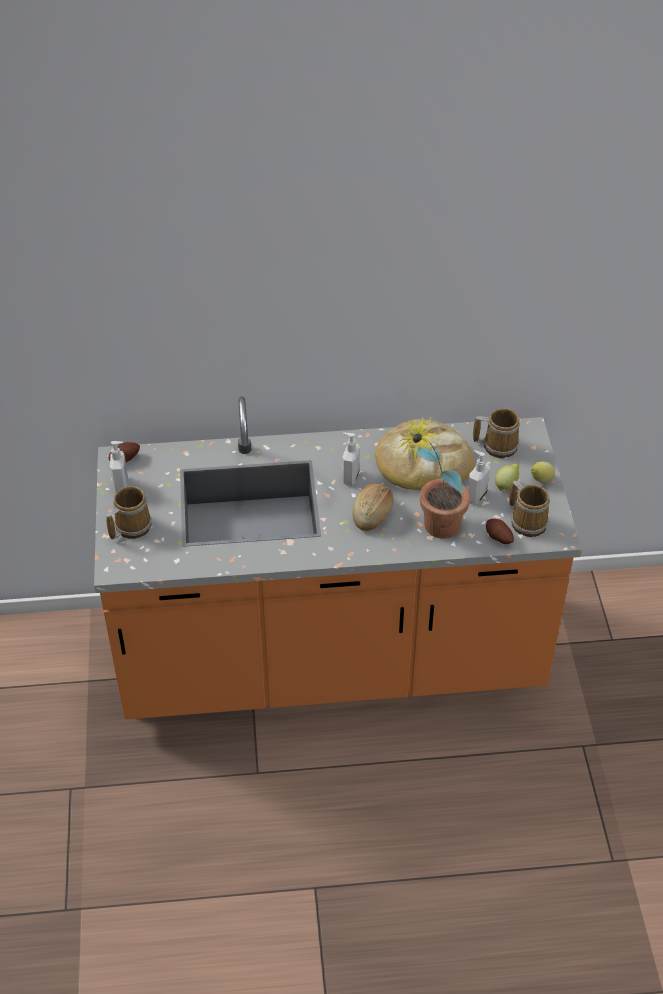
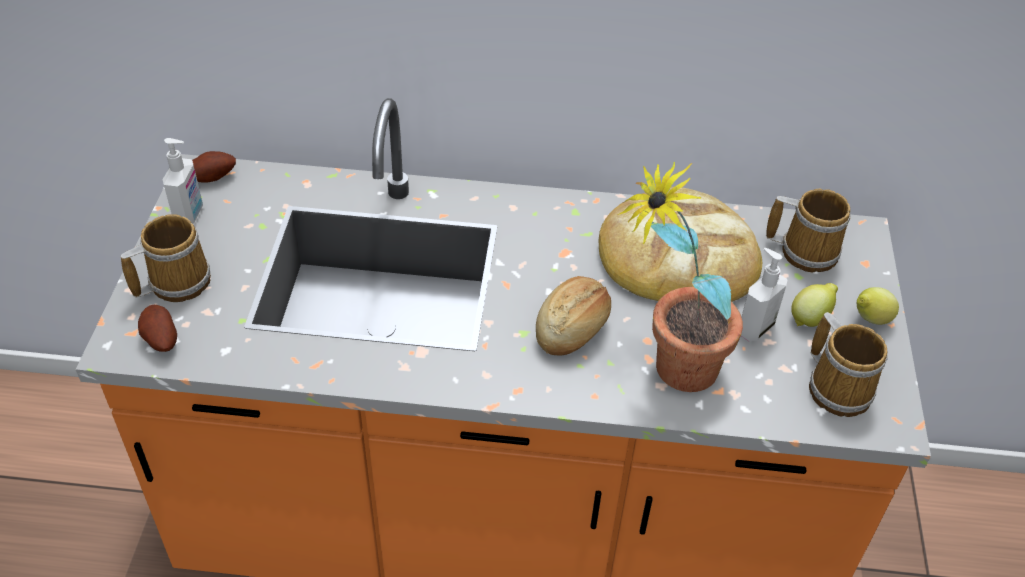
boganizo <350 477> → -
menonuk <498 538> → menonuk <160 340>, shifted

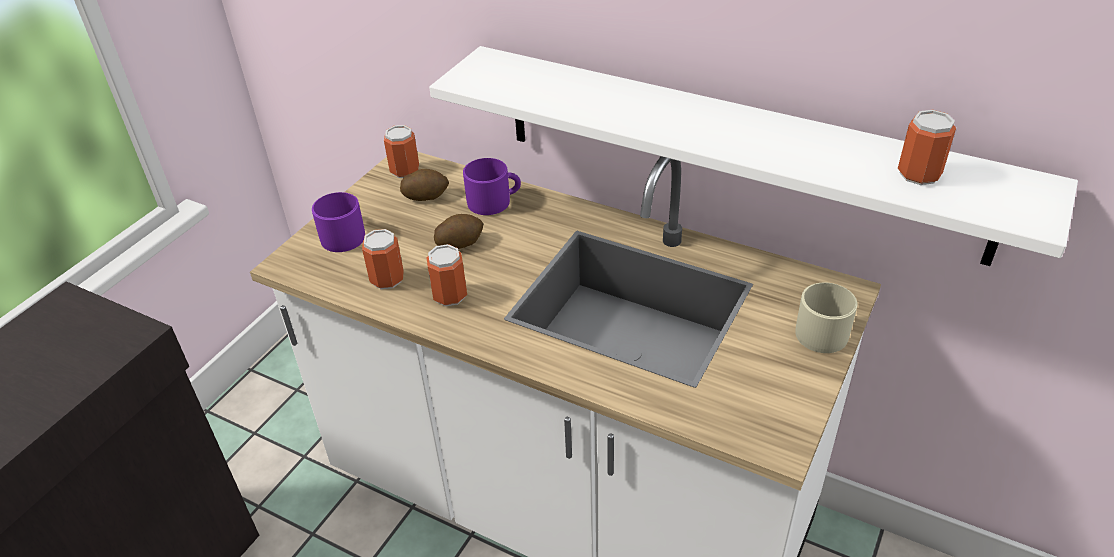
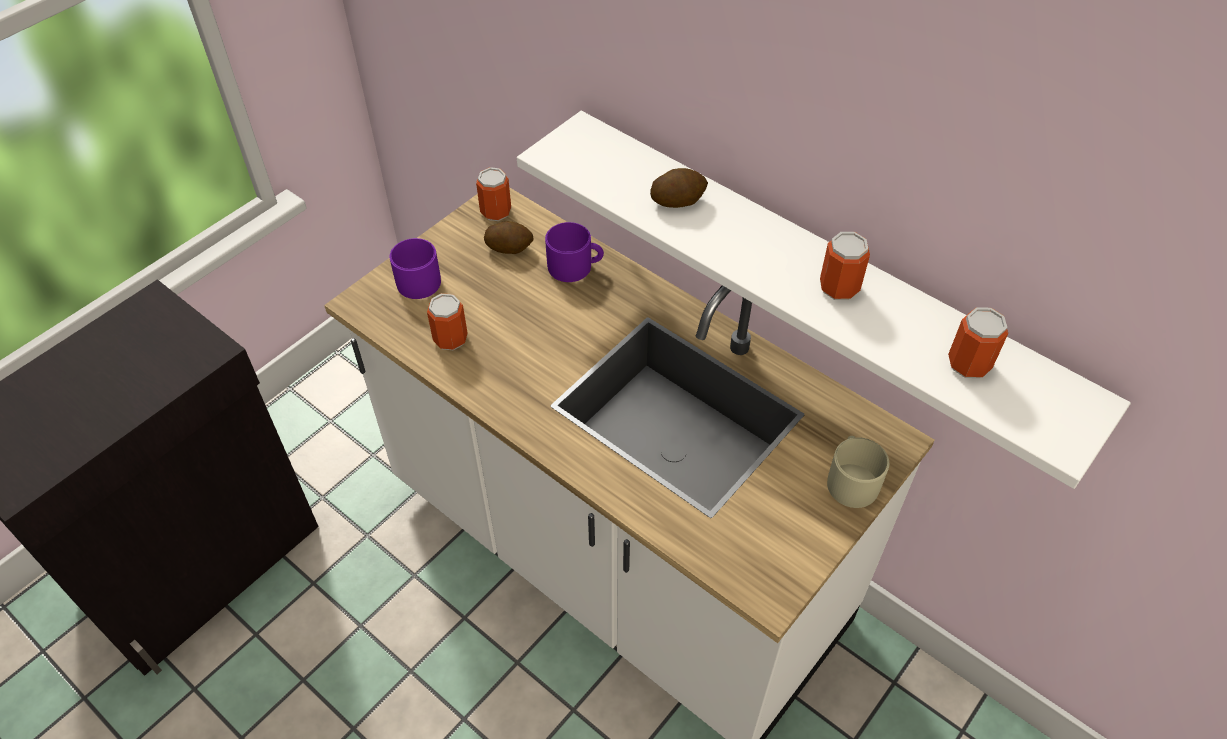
menonuk <460 243> → menonuk <678 200>, shifted
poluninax <450 295> → poluninax <839 287>, shifted

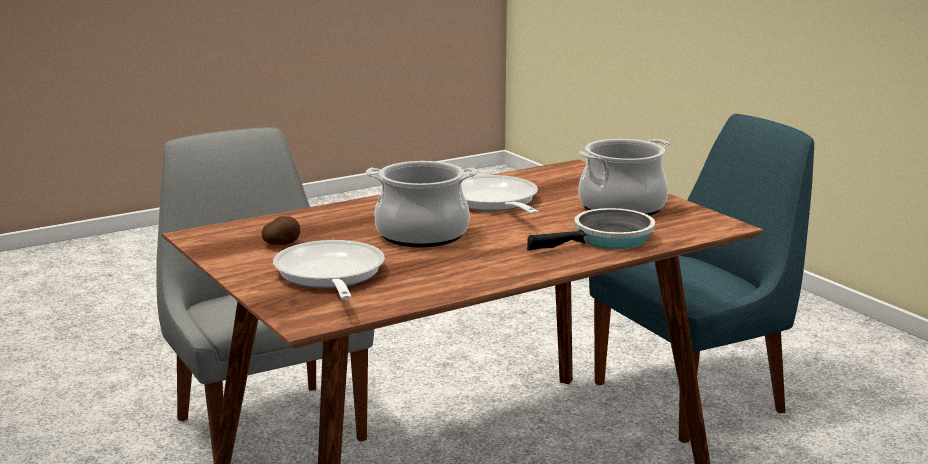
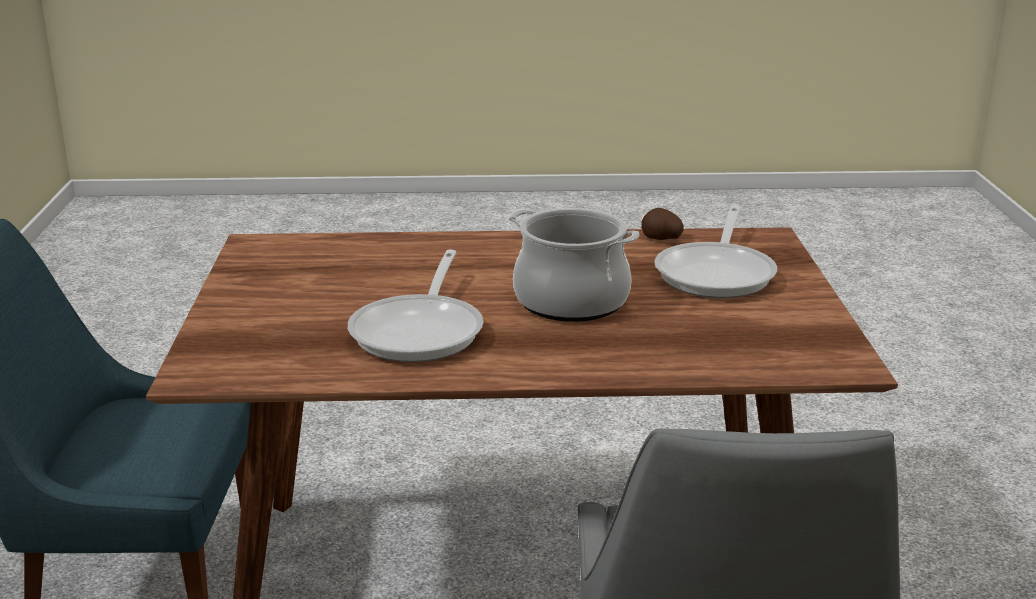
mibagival <622 207> → -
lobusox <607 239> → -
menonuk <282 244> → menonuk <661 239>, shifted

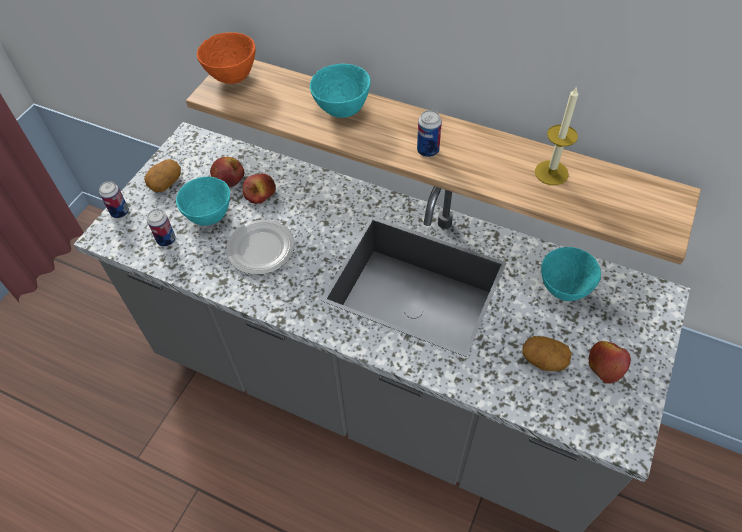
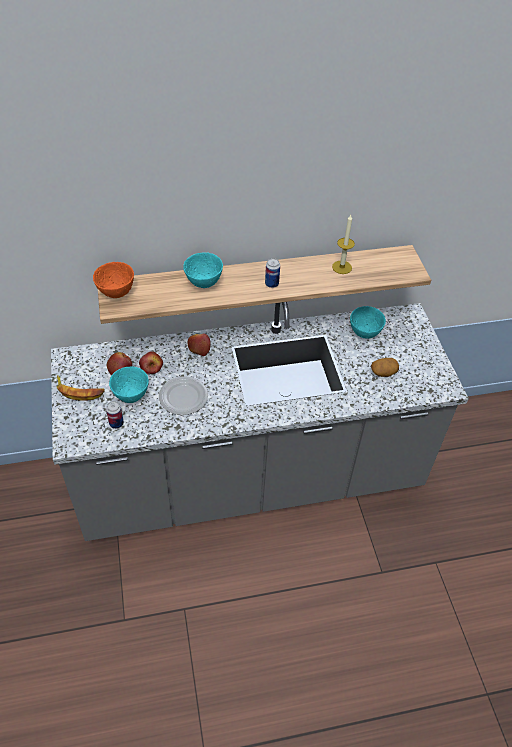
menonuk <166 182> → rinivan <79 391>
poluninax <120 212> → -
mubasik <606 364> → mubasik <199 347>, shifted

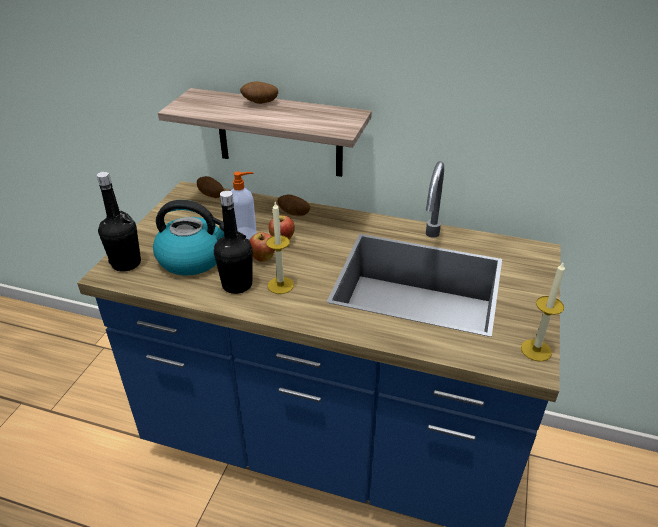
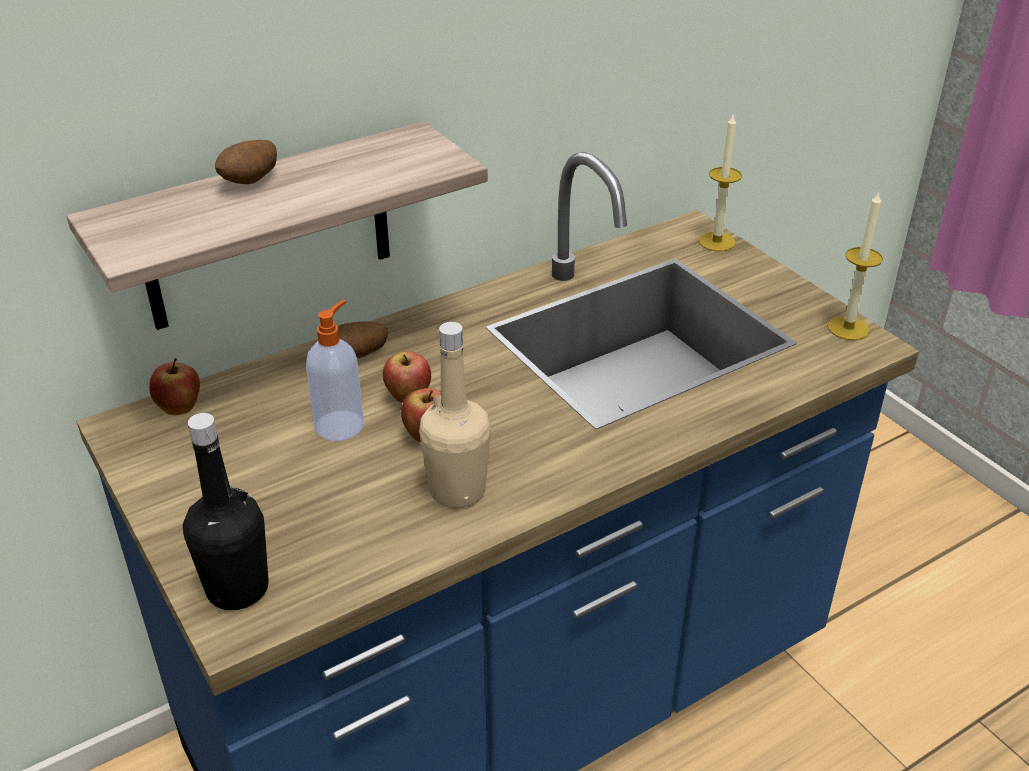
menonuk <211 196> → mubasik <180 409>
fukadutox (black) <237 285> → fukadutox (beige) <457 490>
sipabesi <193 258> → -
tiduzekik <280 285> → tiduzekik <717 242>, shifted

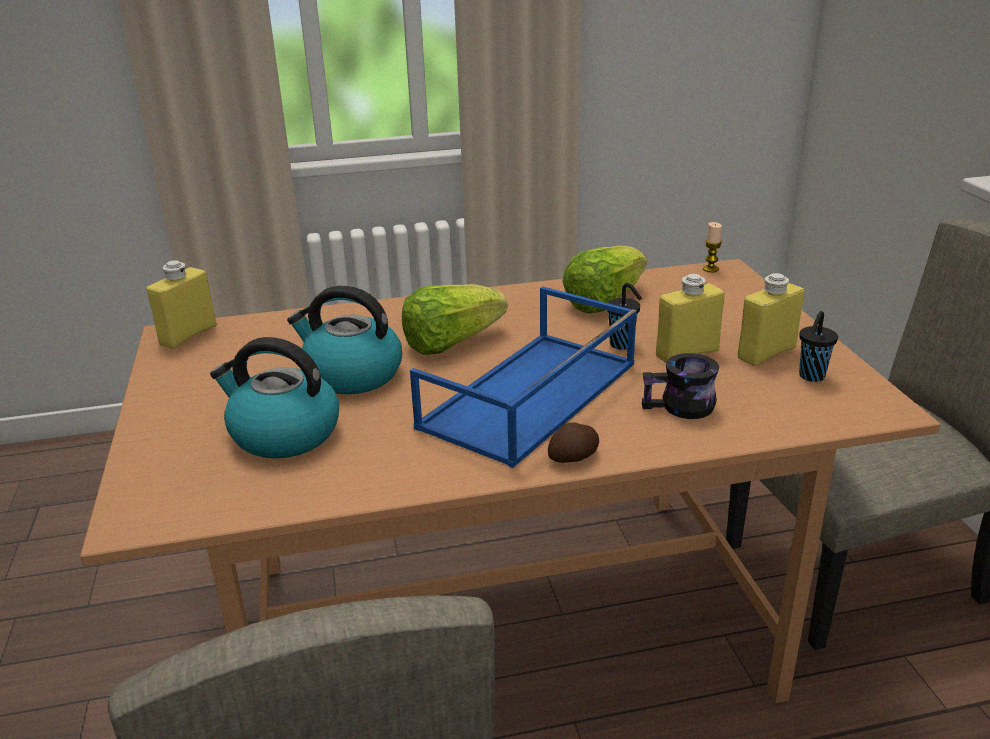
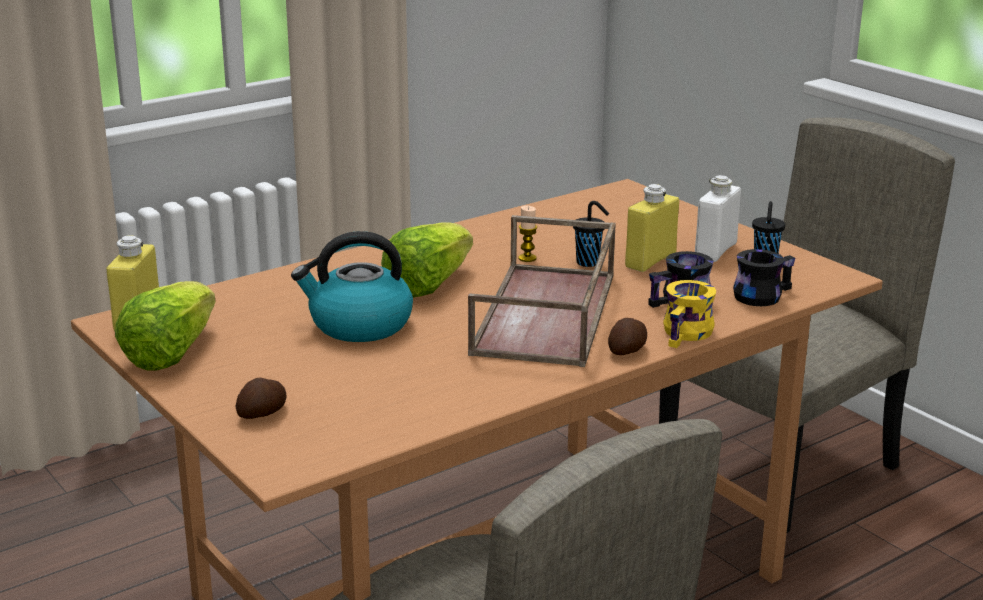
tiduzekik <710 269> → tiduzekik <527 258>, shifted
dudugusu <604 302> → dudugusu <170 353>, shifted
fukadutox (yellow) <766 353> → fukadutox (white) <715 251>
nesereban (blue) <530 397> → nesereban (brown) <547 315>
sipabesi <283 434> → -
- → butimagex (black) <760 294>
- → butimagex (yellow) <689 335>
- → menonuk <263 413>

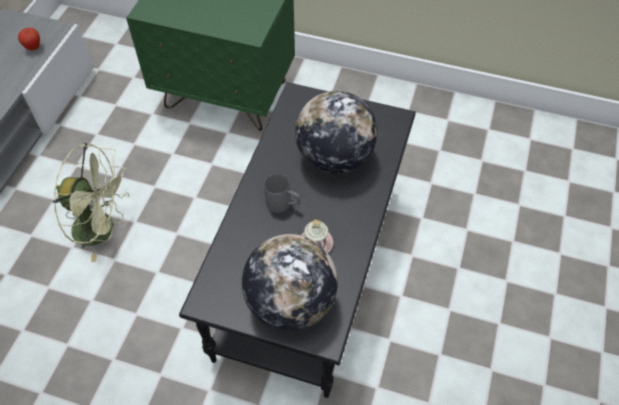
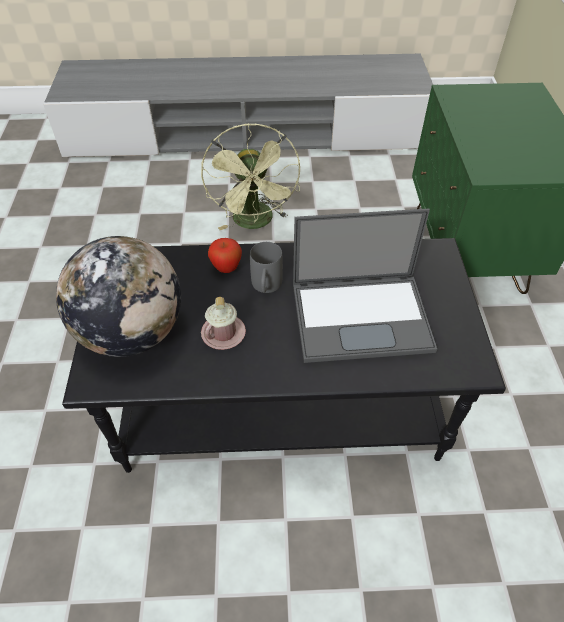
mubasik <33 47> → mubasik <226 268>, shifted
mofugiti <334 158> → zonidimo <362 316>

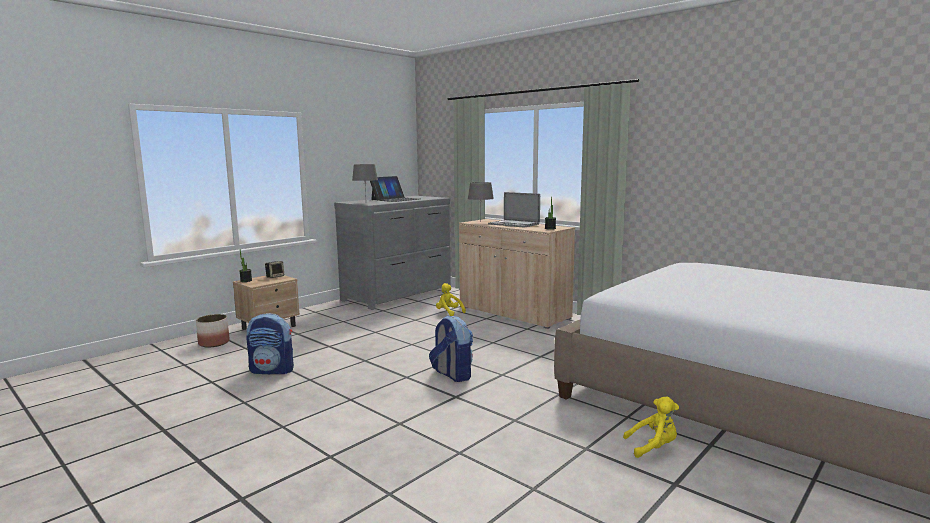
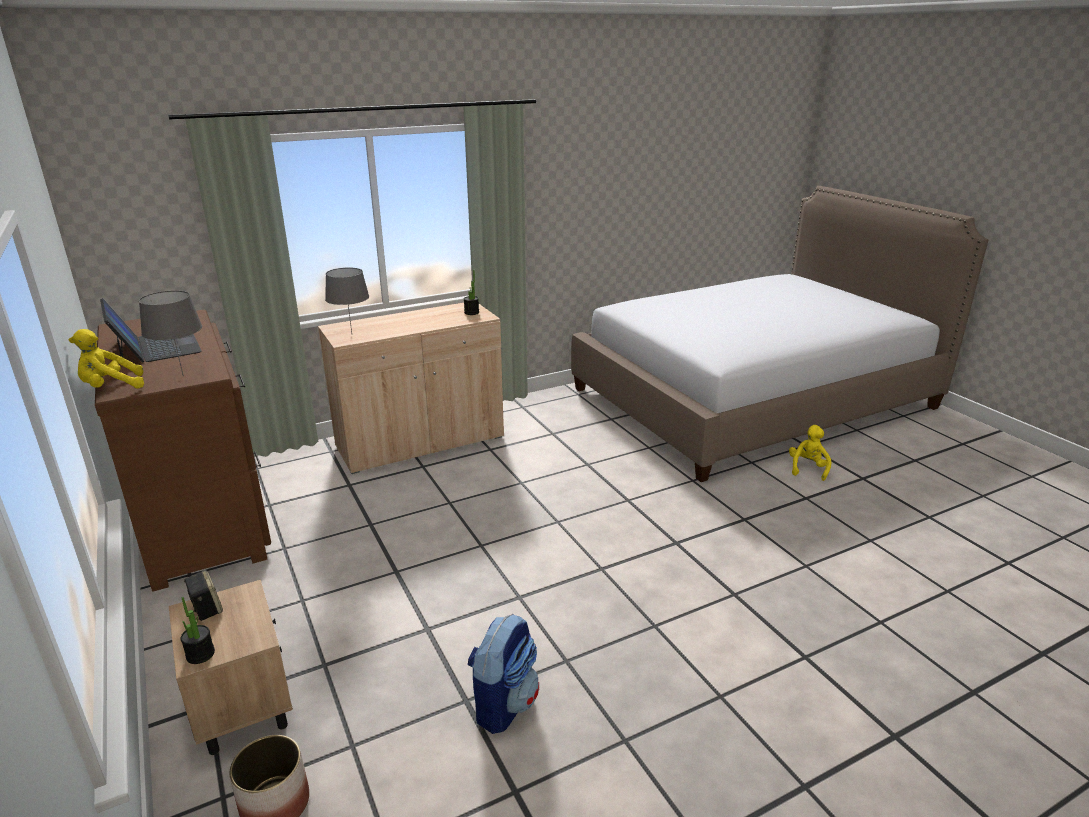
zonidimo <513 224> → -
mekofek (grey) <399 294> → mekofek (brown) <205 517>
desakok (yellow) <448 312> → desakok (yellow) <111 387>, shifted
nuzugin <452 374> → -

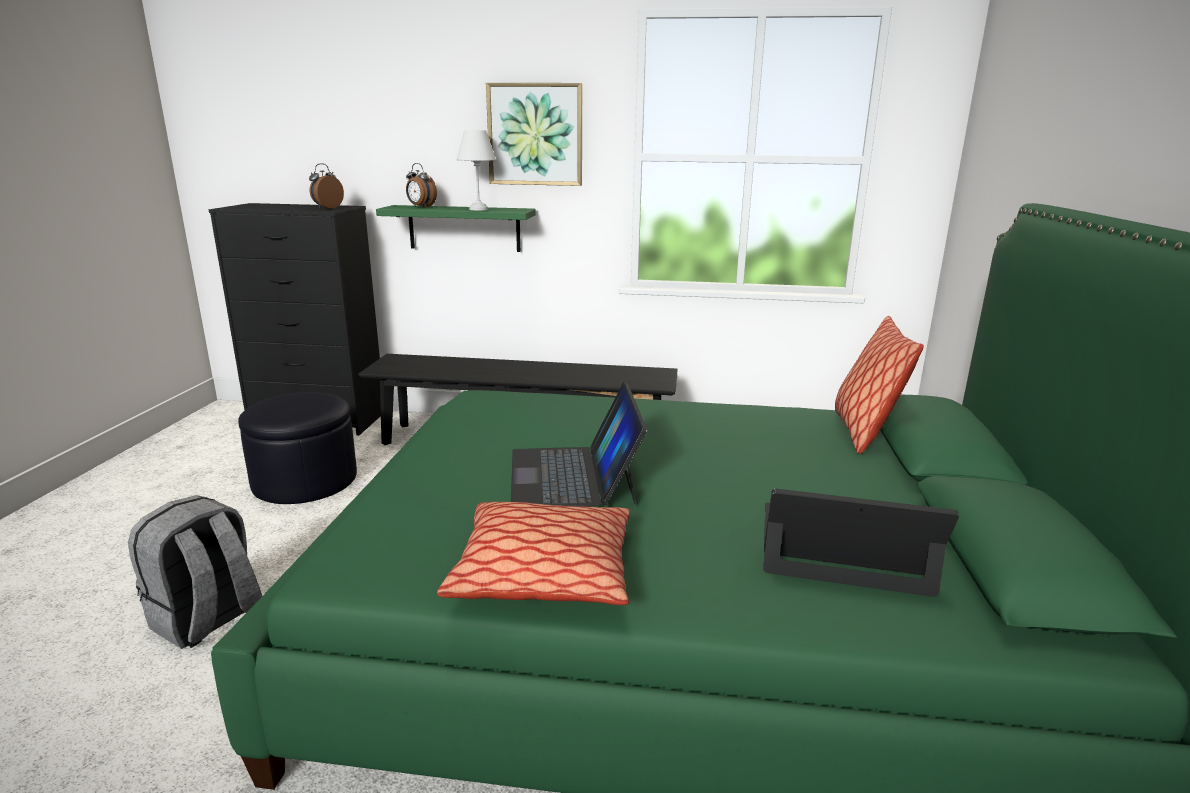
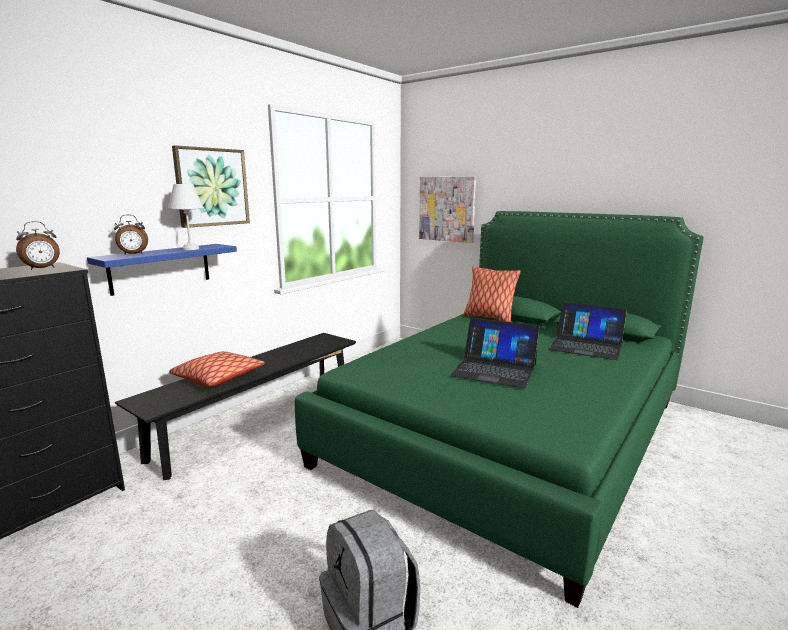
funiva <327 208> → funiva <42 268>, 105 degrees counterclockwise
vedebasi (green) <464 228> → vedebasi (blue) <161 268>
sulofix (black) <305 480> → -
zonidimo <842 548> → zonidimo <586 346>, 105 degrees counterclockwise
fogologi <544 573> → fogologi <218 377>, shifted
- → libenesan <447 209>

